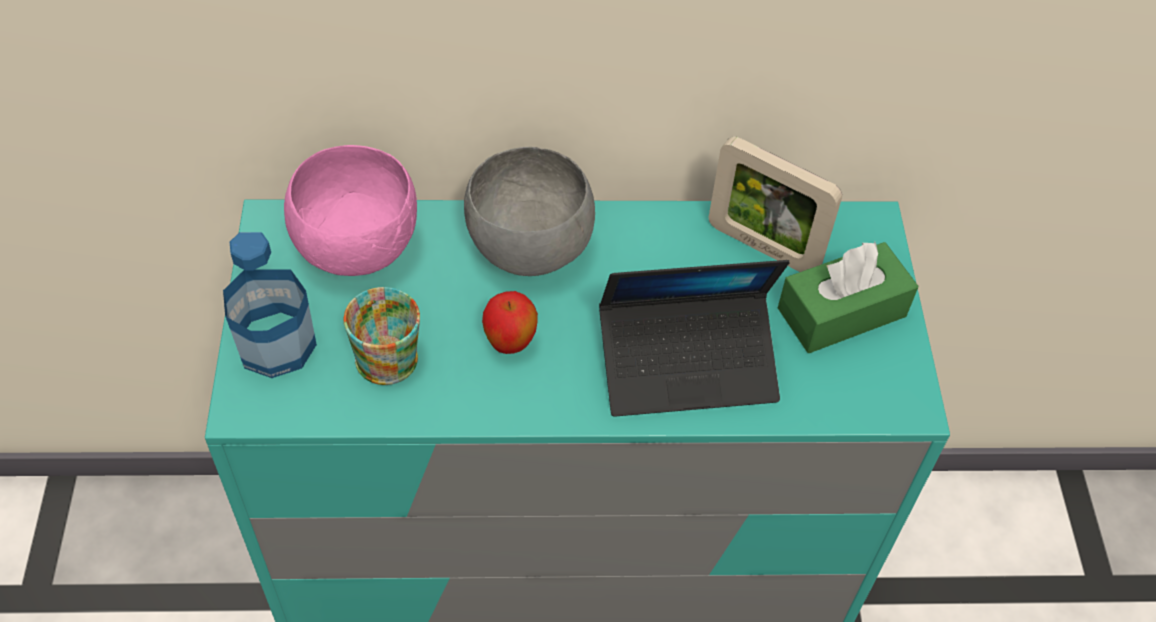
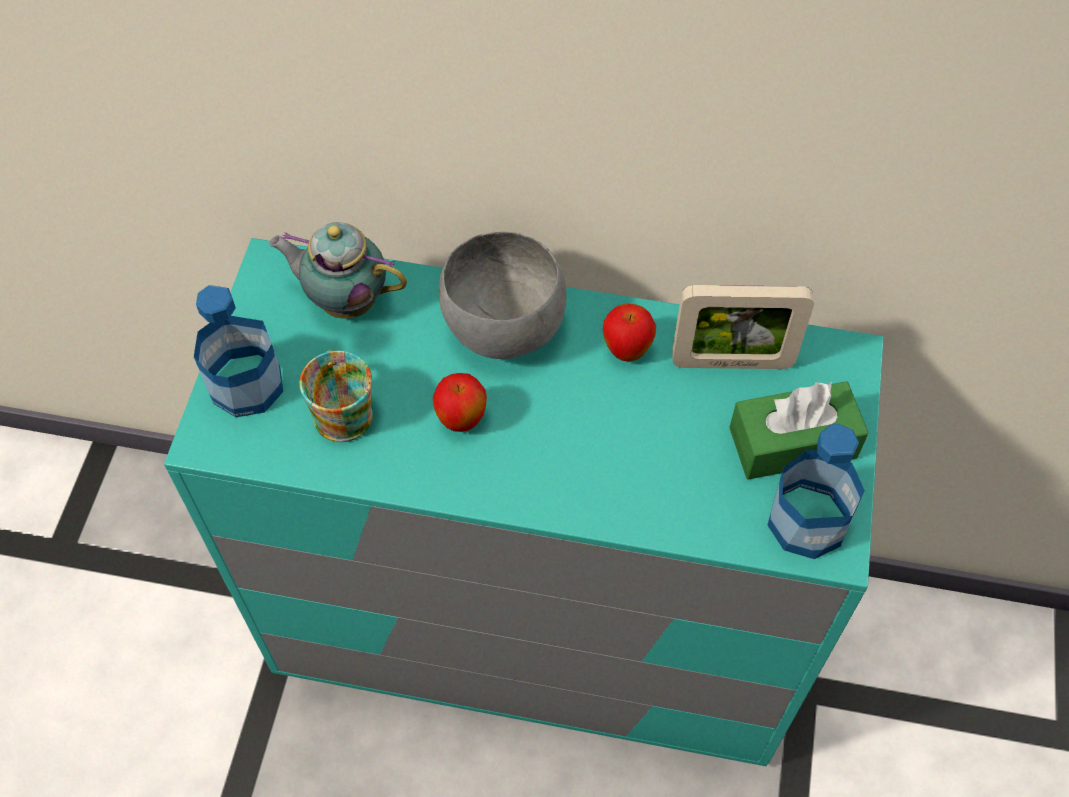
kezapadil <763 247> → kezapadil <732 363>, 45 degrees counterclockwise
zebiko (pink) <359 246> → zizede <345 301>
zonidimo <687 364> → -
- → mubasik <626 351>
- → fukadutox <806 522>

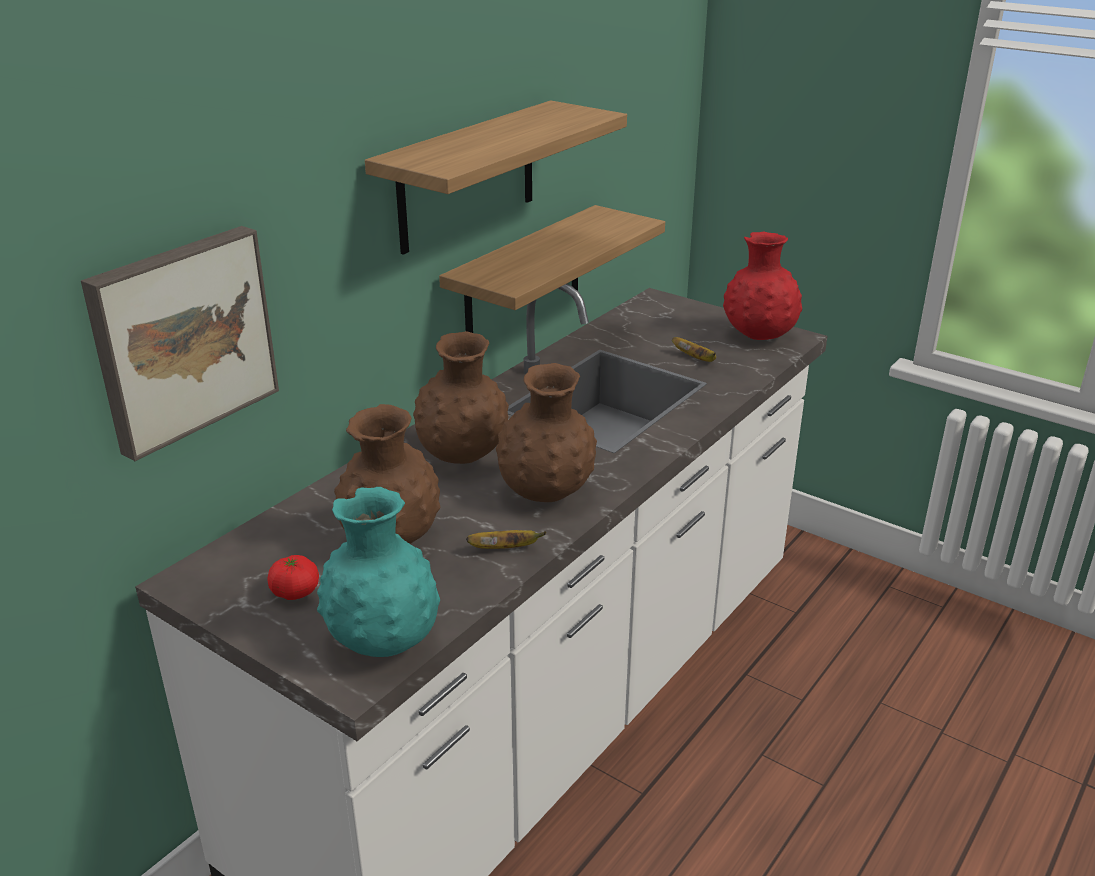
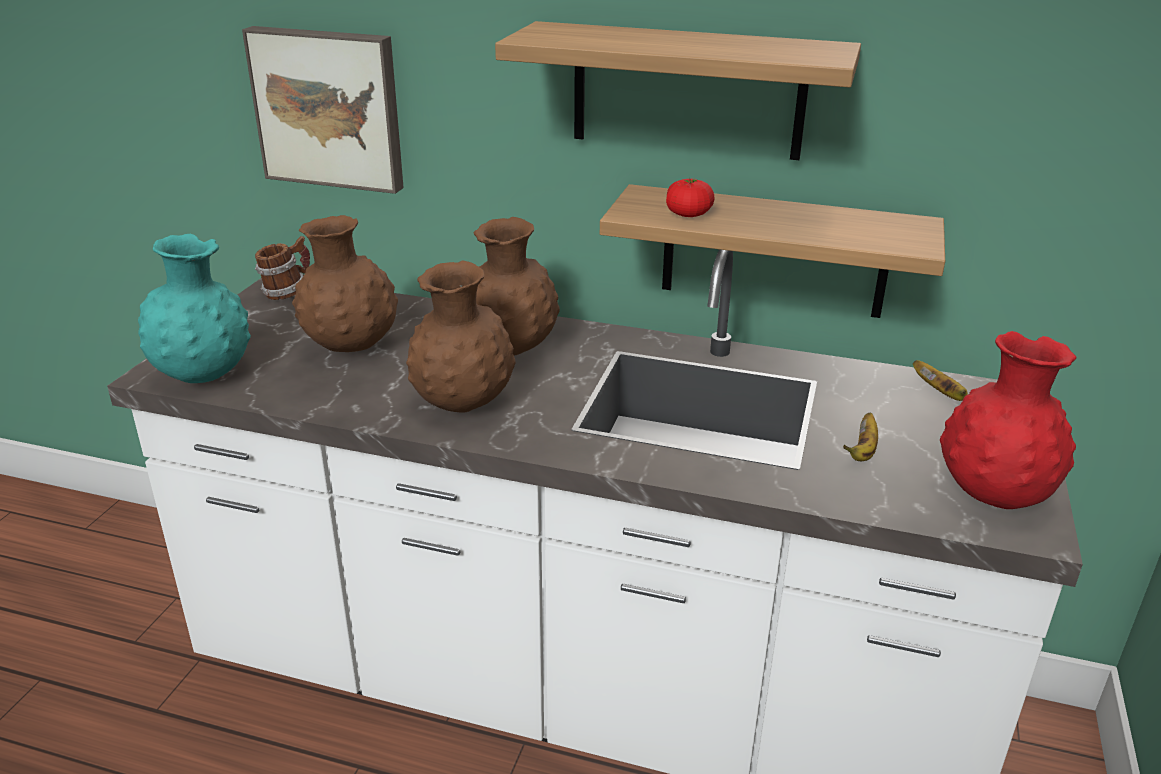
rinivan <505 549> → rinivan <941 393>, shifted
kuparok <295 592> → kuparok <688 214>, shifted
- → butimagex <287 292>

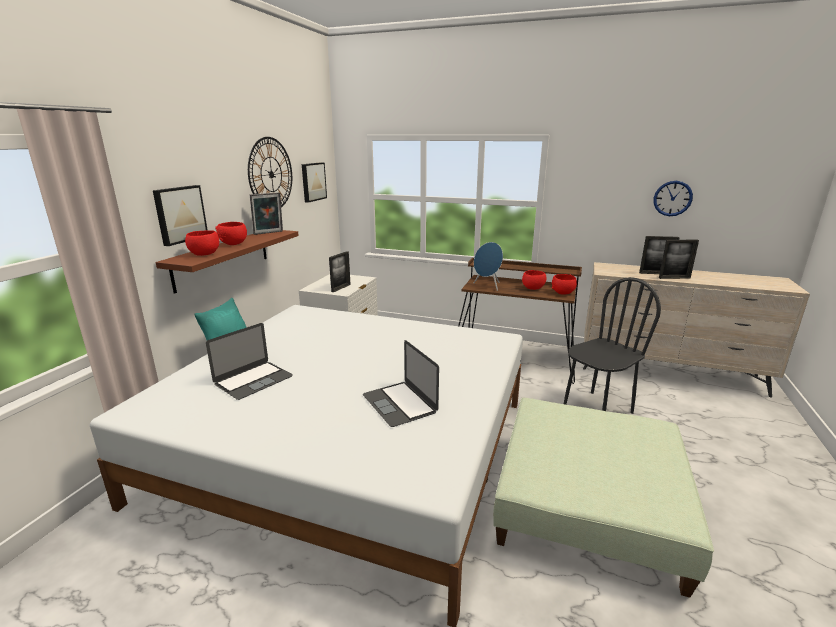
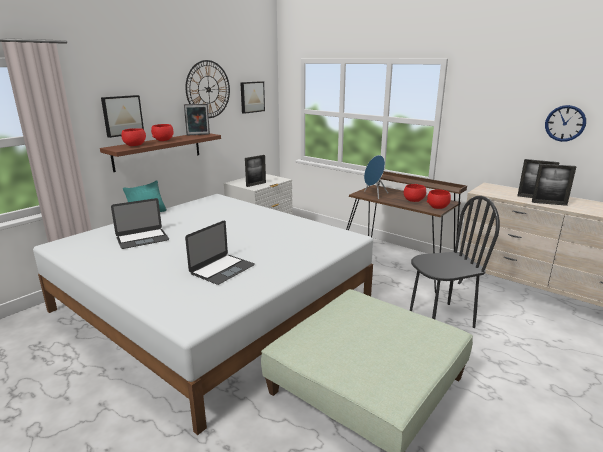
zonidimo <399 403> → zonidimo <222 269>, 135 degrees counterclockwise

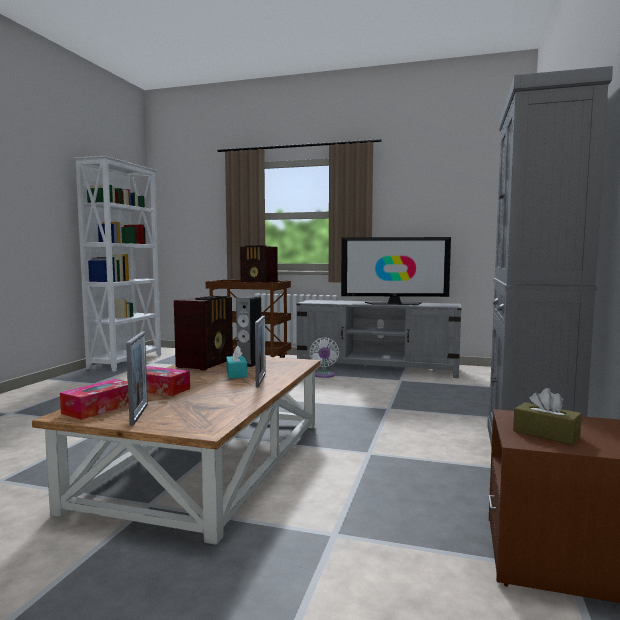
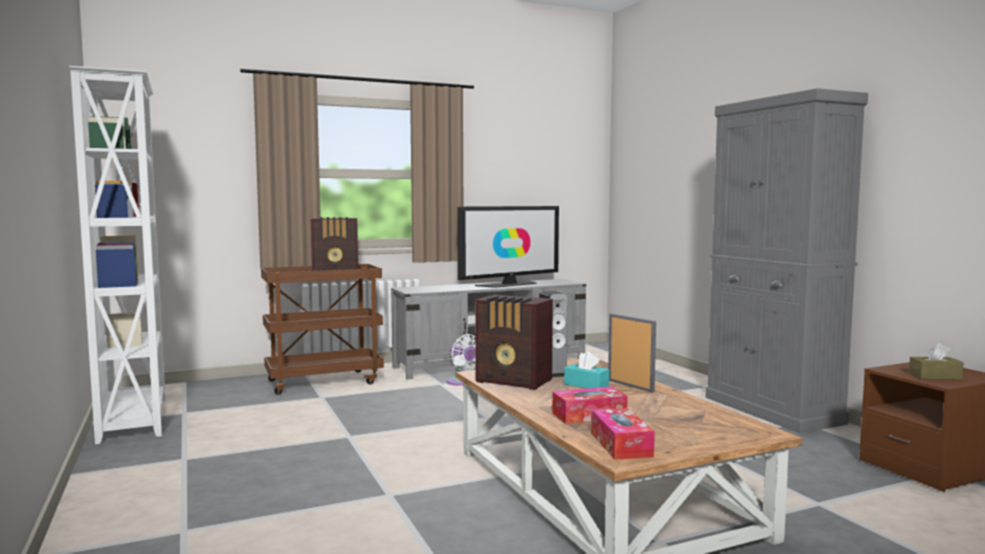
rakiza <207 363> → rakiza <514 381>, 135 degrees clockwise
kezapadil <139 414> → -

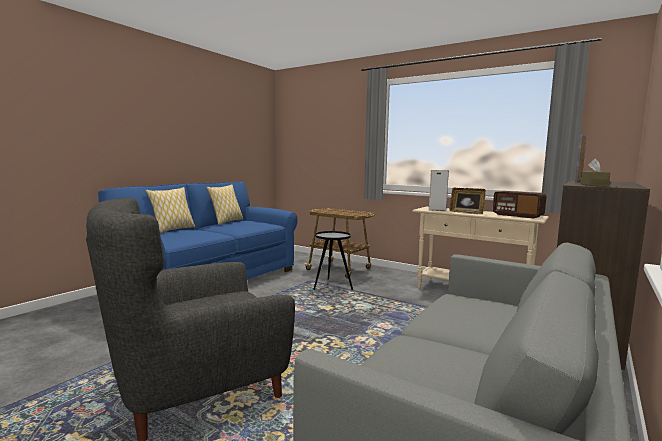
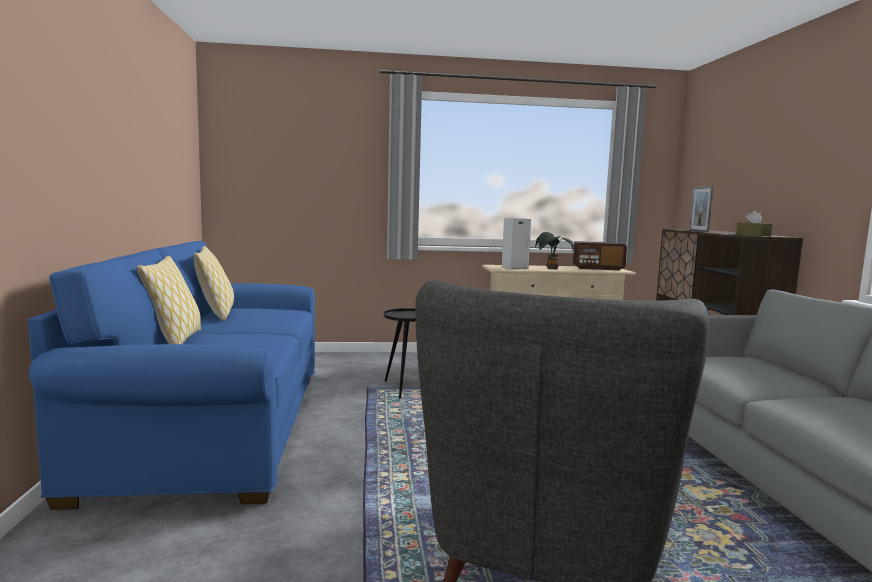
kezapadil <466 212> → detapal <551 269>
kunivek <339 269> → -

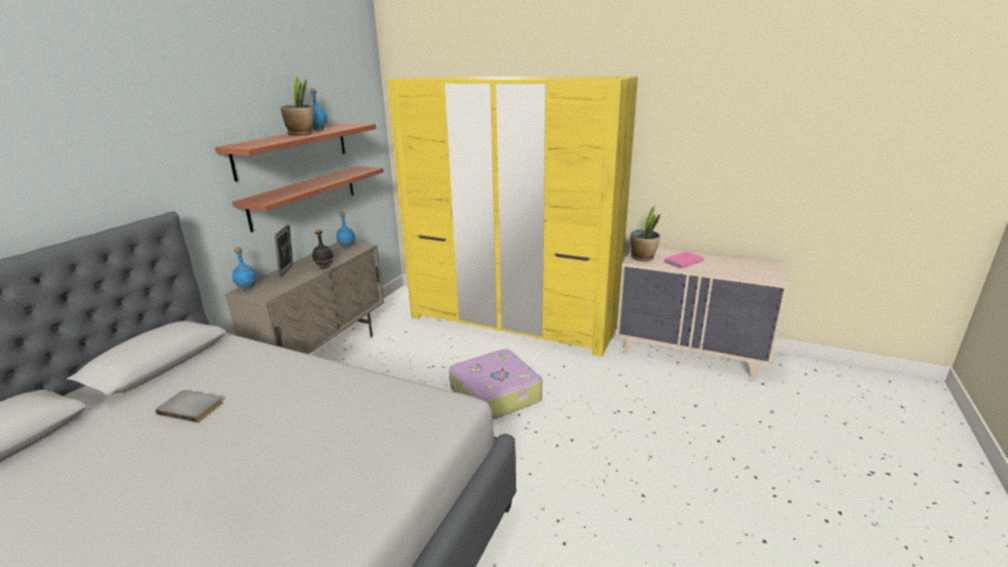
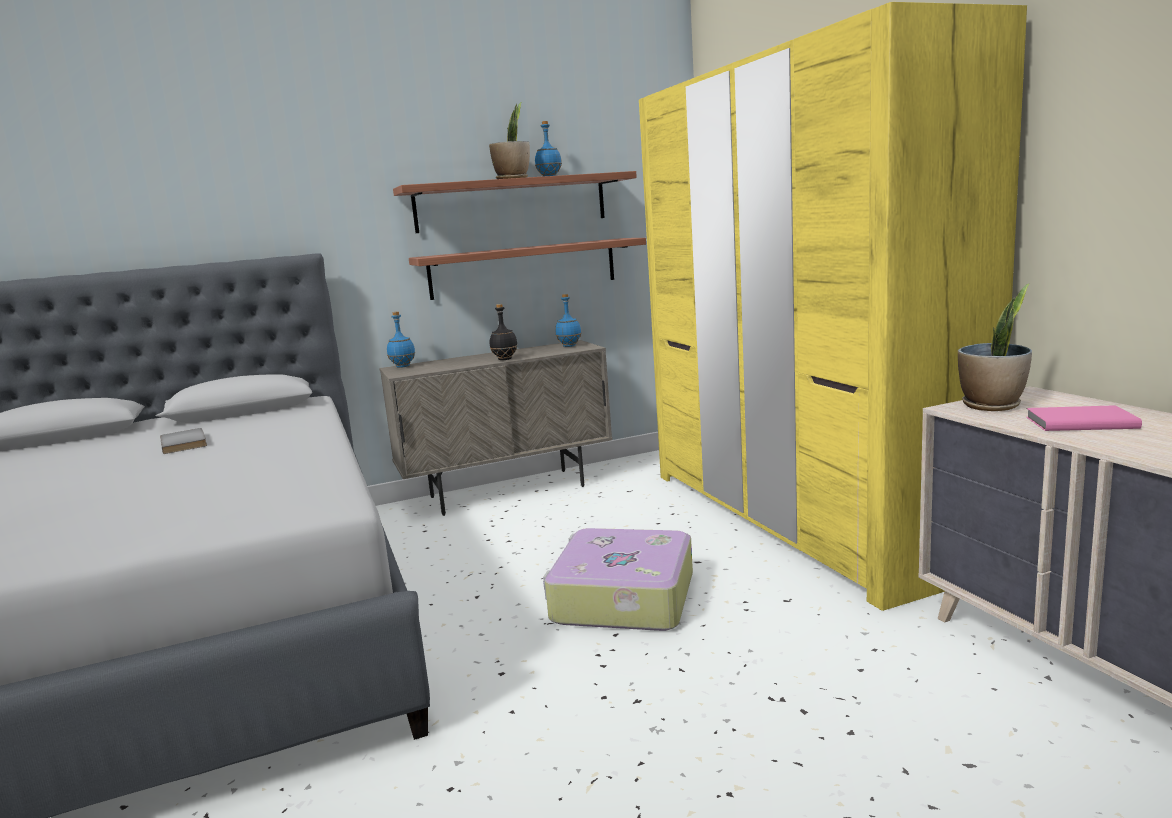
kezapadil <288 271> → -

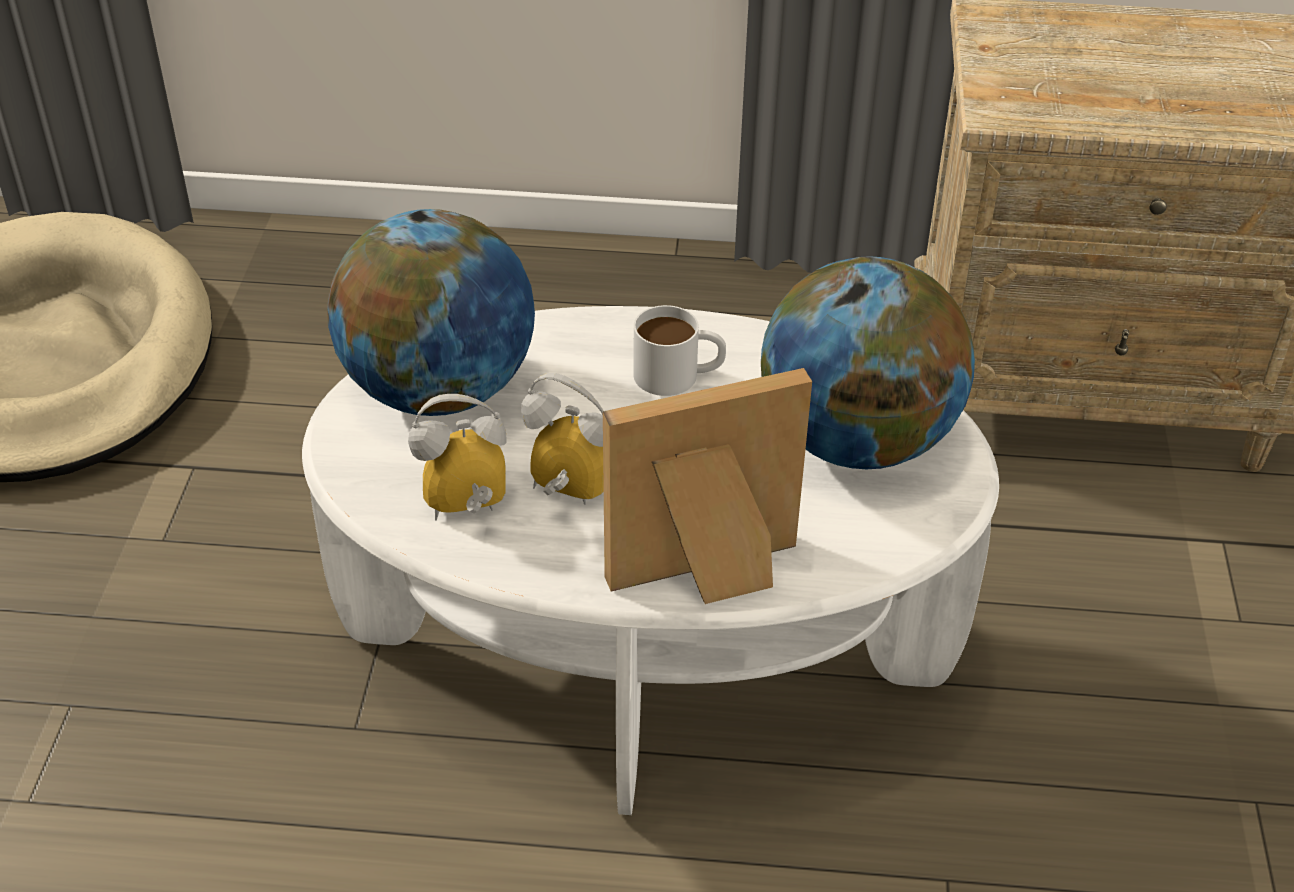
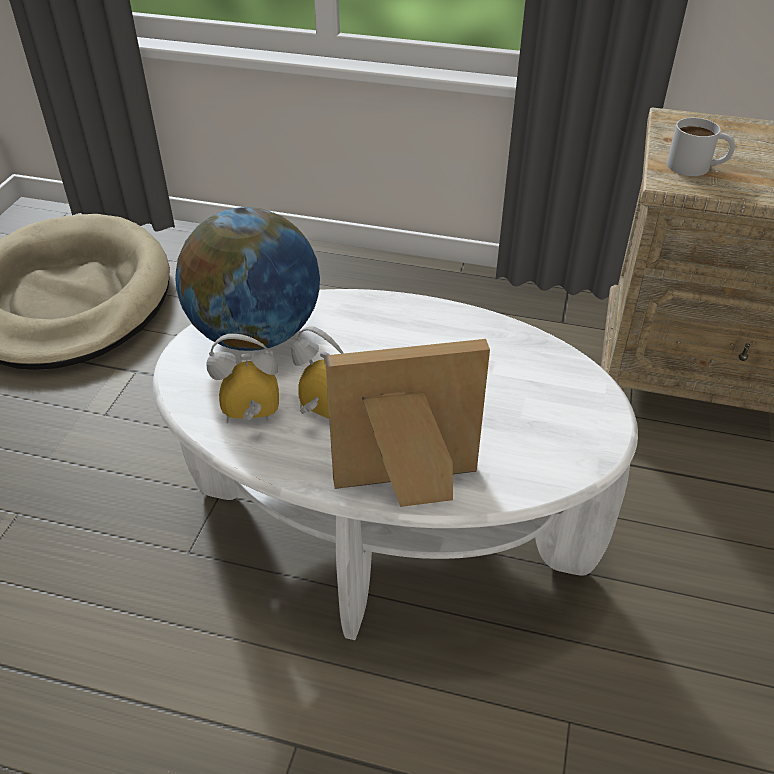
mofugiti <856 441> → -
butimagex (white) <679 375> → butimagex (white) <697 166>, shifted

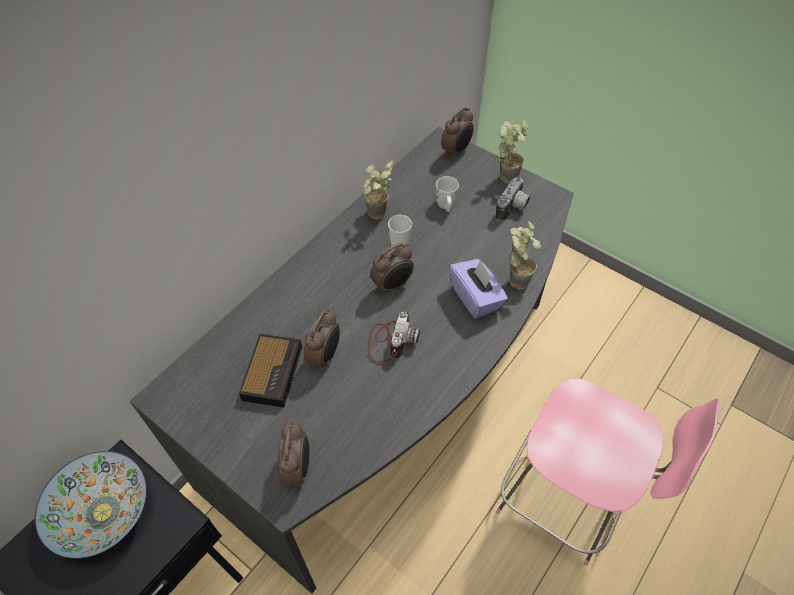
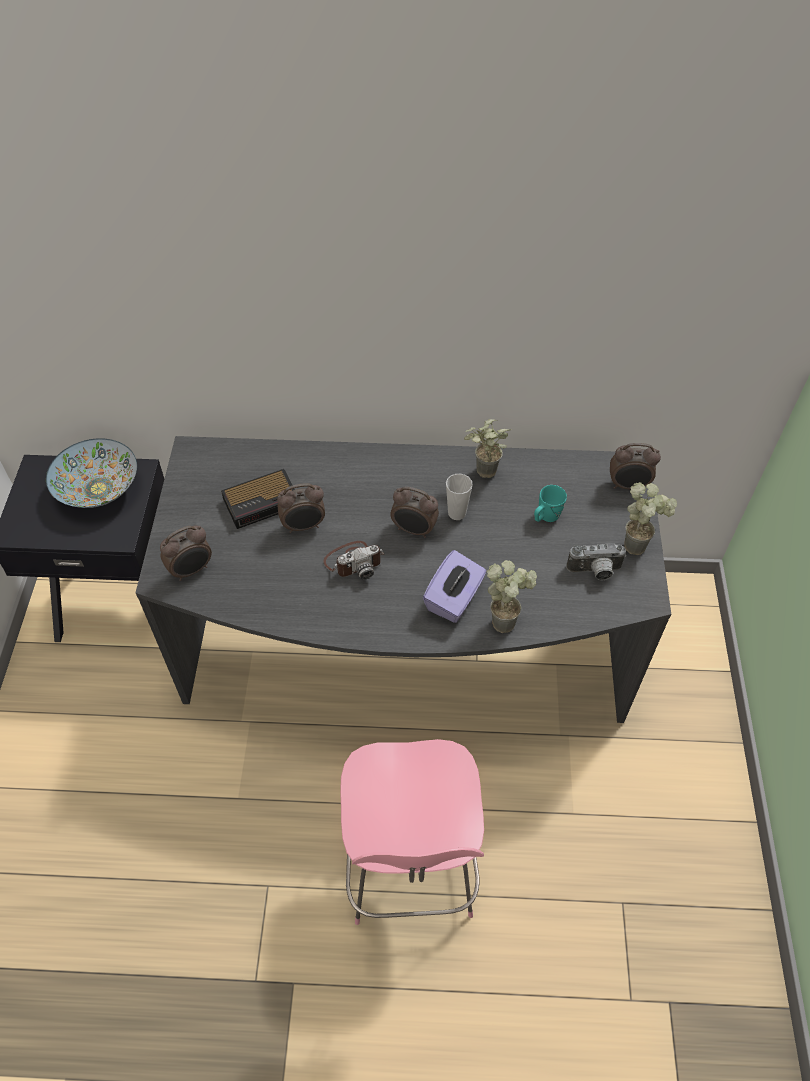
butimagex (white) <446 206> → butimagex (turquoise) <546 517>

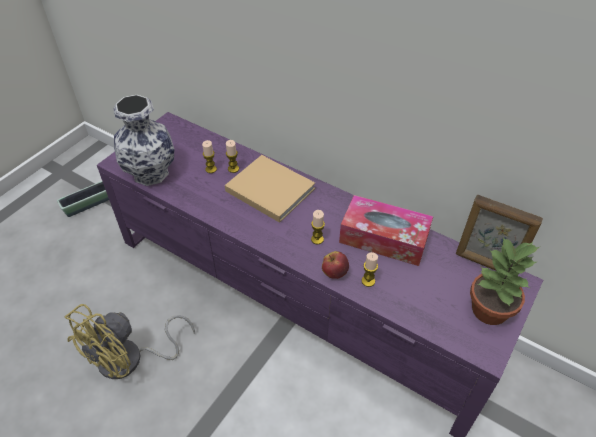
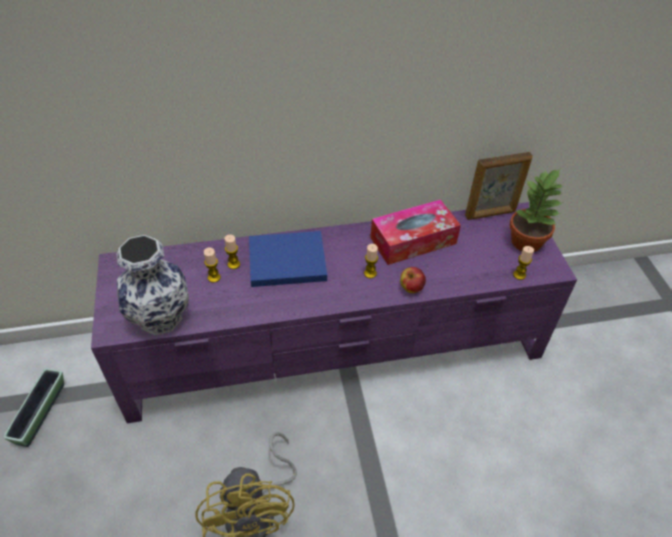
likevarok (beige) <268 189> → likevarok (blue) <284 261>
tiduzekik <368 281> → tiduzekik <519 275>, shifted

